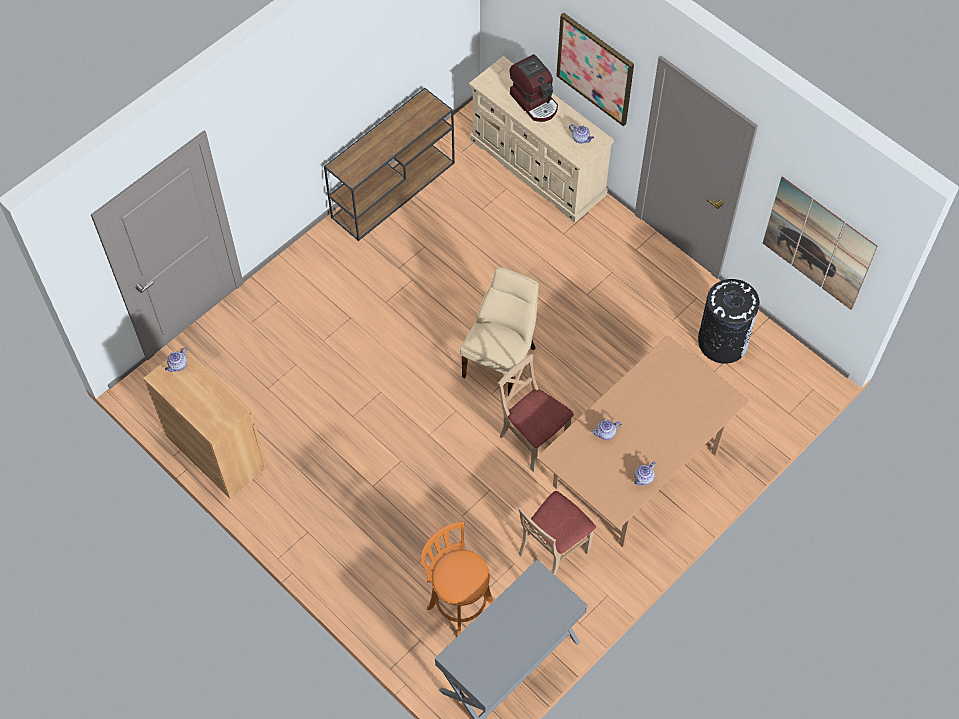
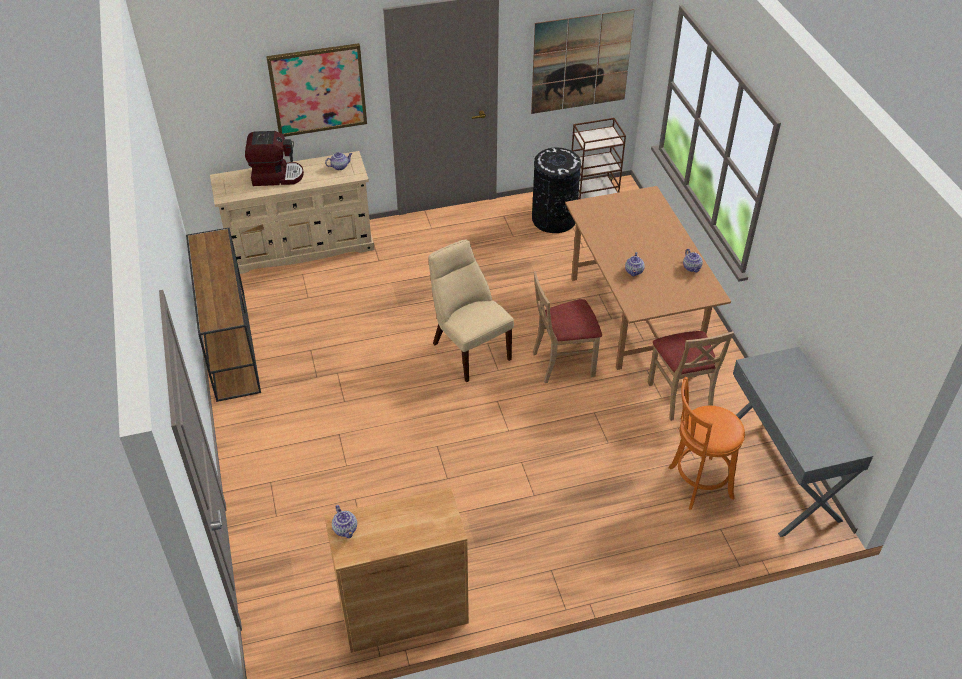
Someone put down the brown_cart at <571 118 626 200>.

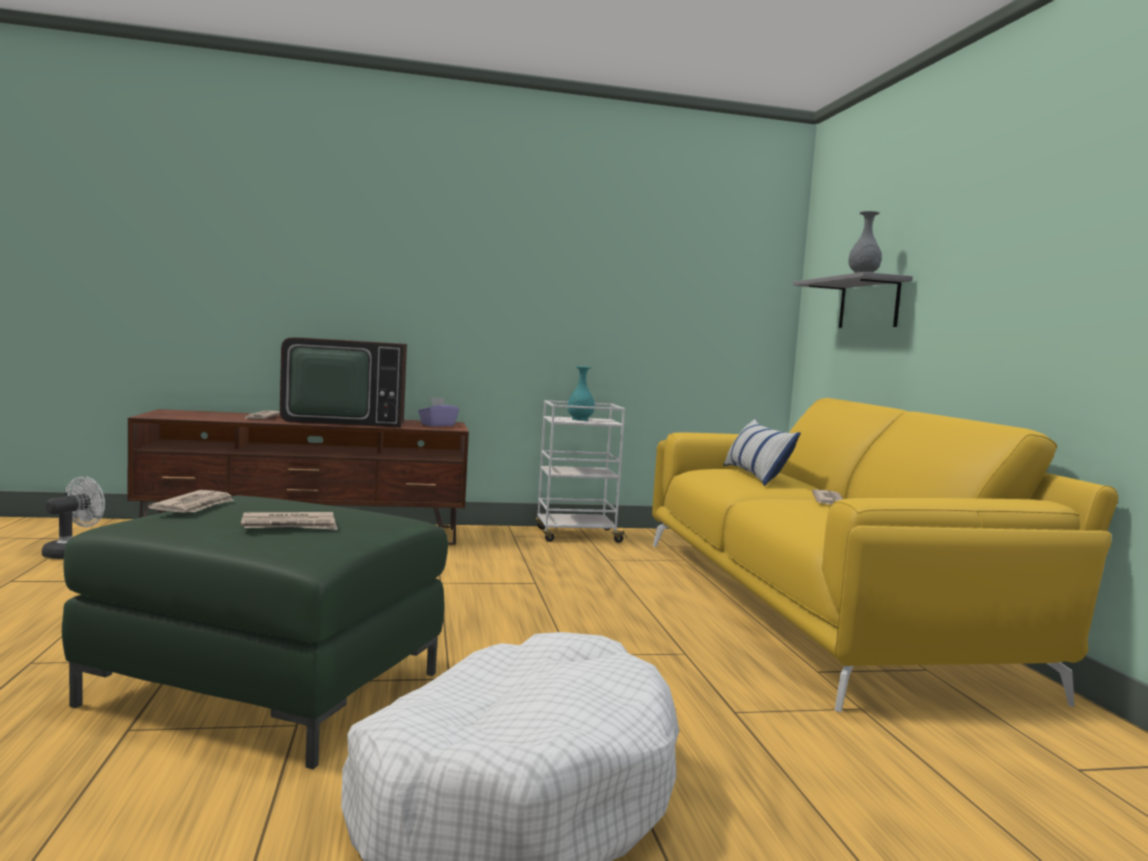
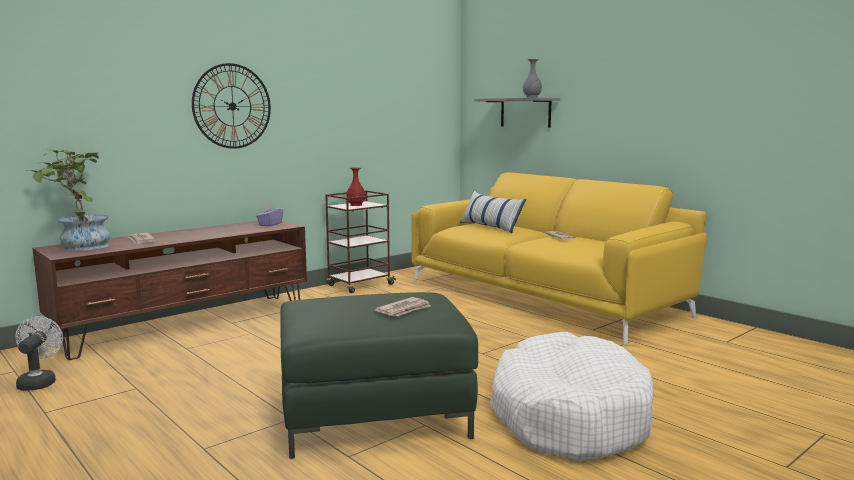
Someone took away the newspaper at <148 490 234 513>.
Someone took away the television at <280 338 407 427>.
Someone put down the potted_plant at <24 149 110 251>.
Someone put up the wall_clock at <192 63 271 149>.
Someone repainted the white_cart at <535 400 627 543>, which became the brown_cart at <325 190 396 293>.
Someone repainted the turquoise_vase at <568 366 595 421>, which became the red_vase at <346 167 366 206>.

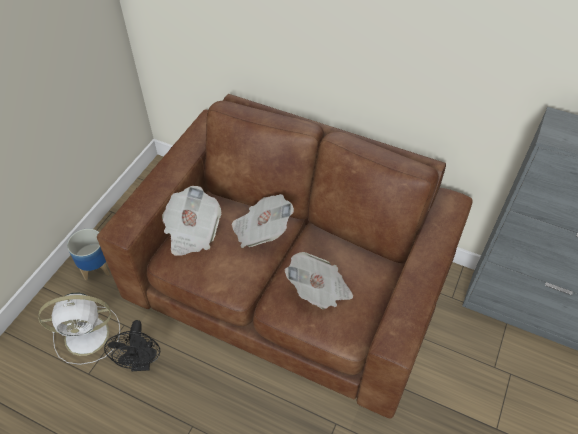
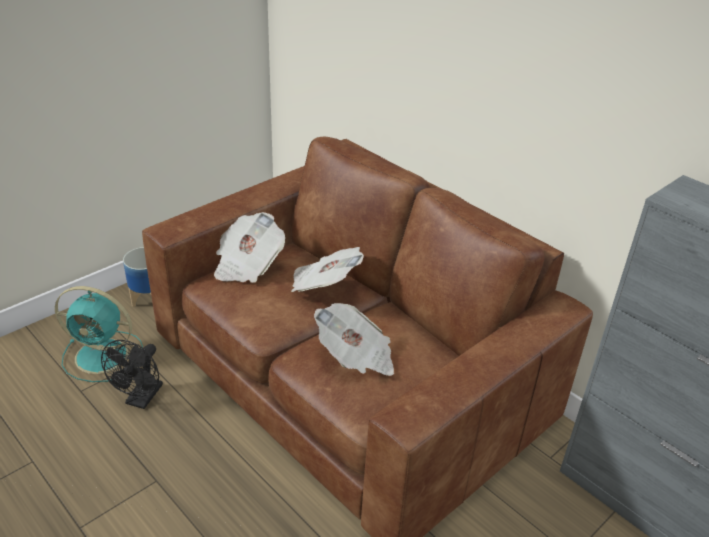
Someone repainted the white_fan at <38 293 120 365>, which became the turquoise_fan at <55 286 143 382>.

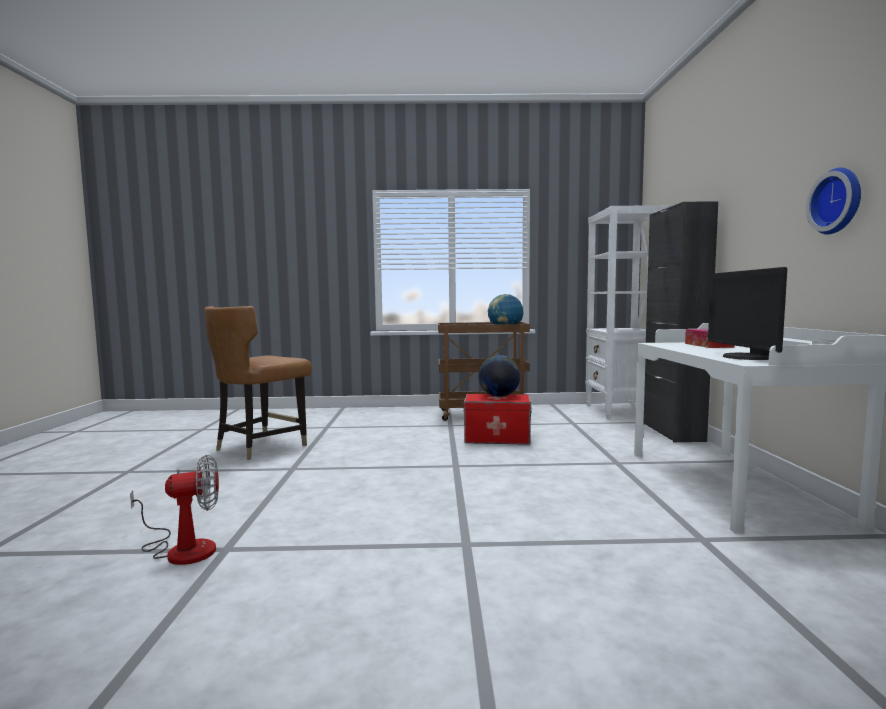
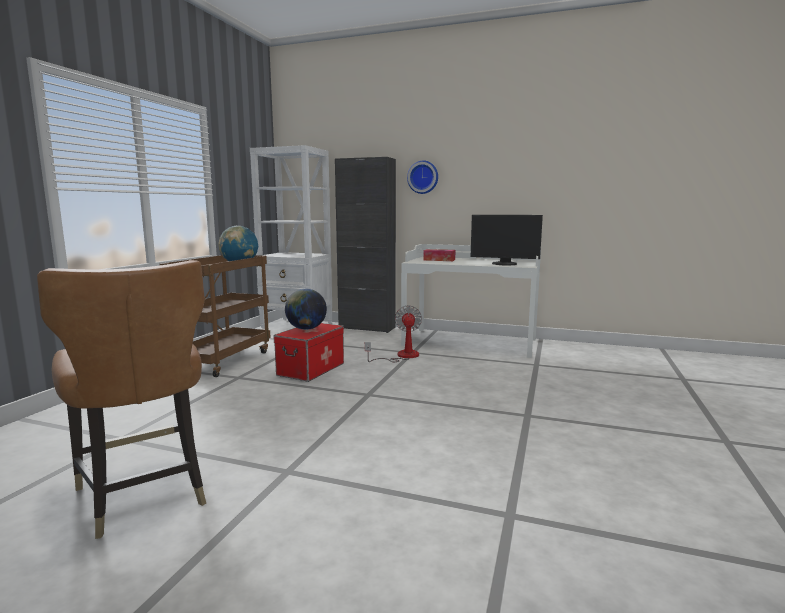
Someone carried the fan from <130 455 219 565> to <365 305 422 362>.
Someone carried the wall_clock from <806 168 861 234> to <407 160 438 194>.

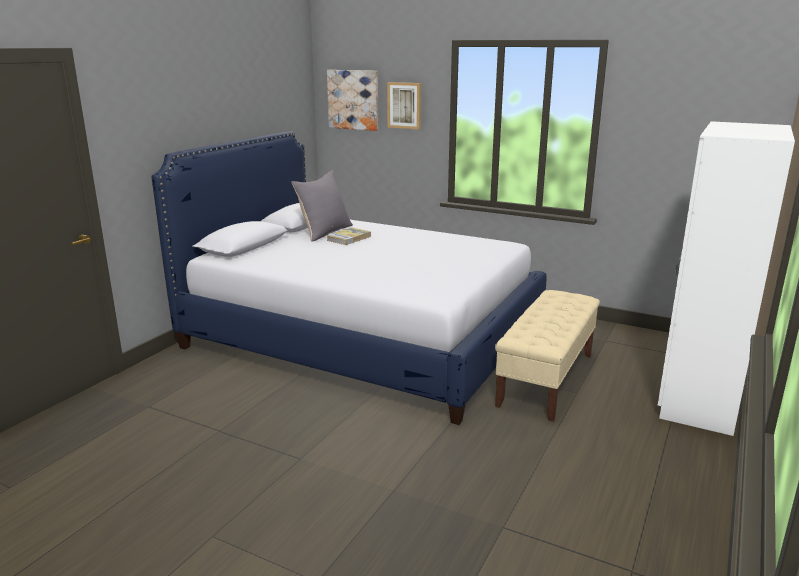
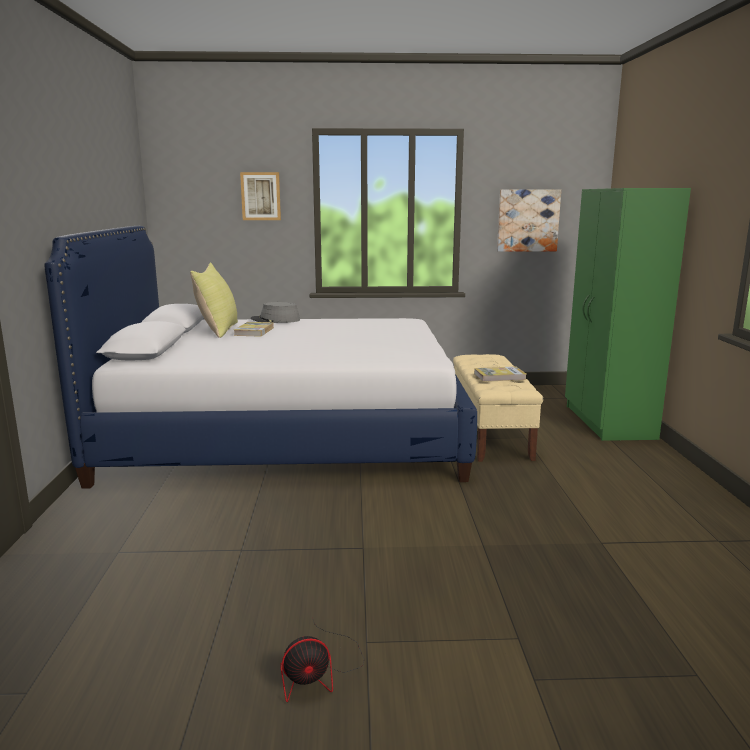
Someone put down the grey_hat at <251 302 300 323>.
Someone put down the fan at <280 618 365 702>.
Someone put down the book at <474 366 526 382>.
Someone carried the picture from <327 70 378 131> to <497 189 561 252>.
Someone repainted the grey_pillow at <291 170 353 241>, which became the yellow_pillow at <190 263 238 338>.
Someone repainted the white_wardrobe at <658 121 795 436>, which became the green_wardrobe at <565 188 691 441>.

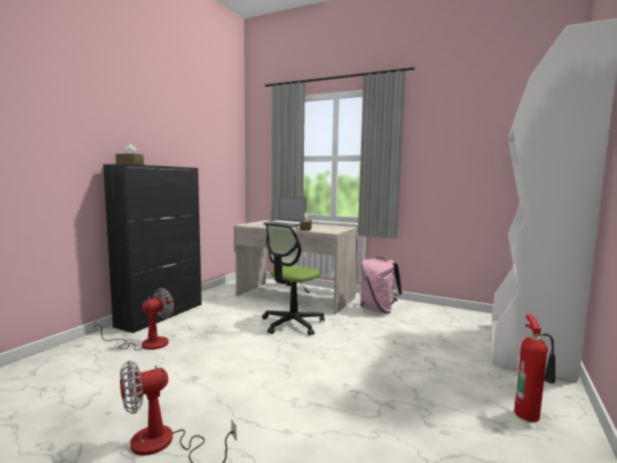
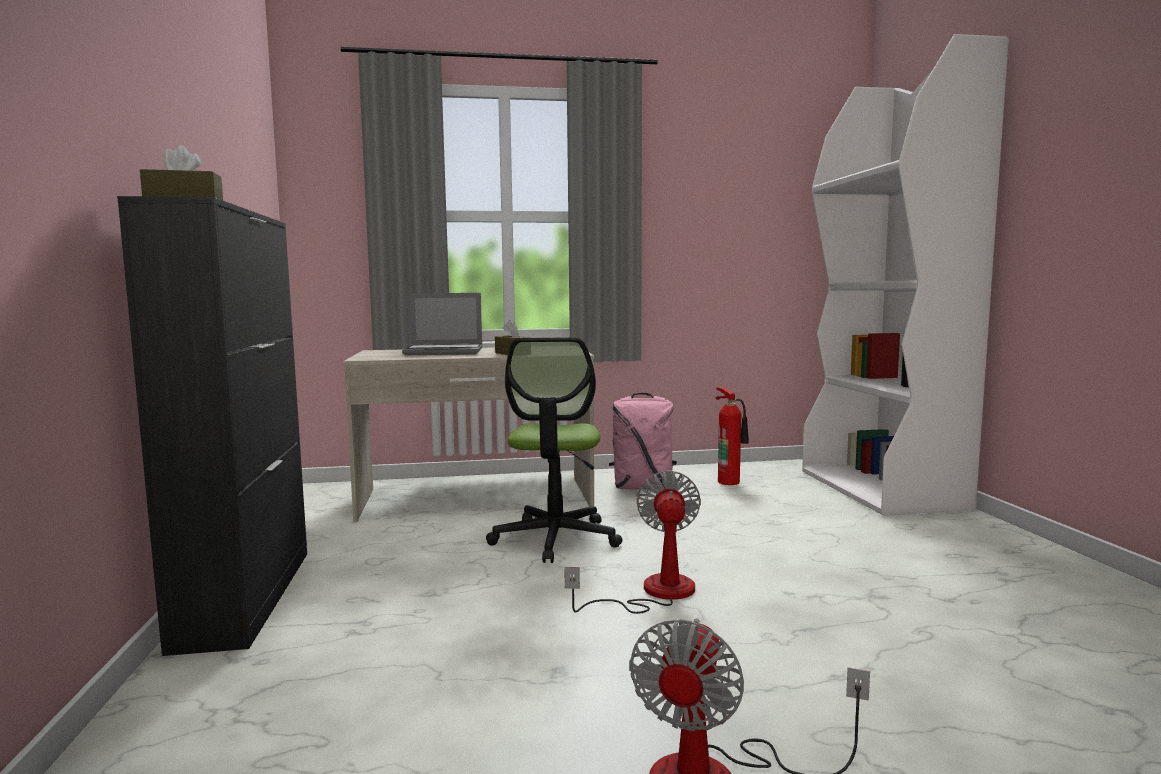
Someone carried the fan from <94 288 174 350> to <564 470 701 614>.
Someone carried the fire_extinguisher from <514 314 555 422> to <716 387 749 485>.

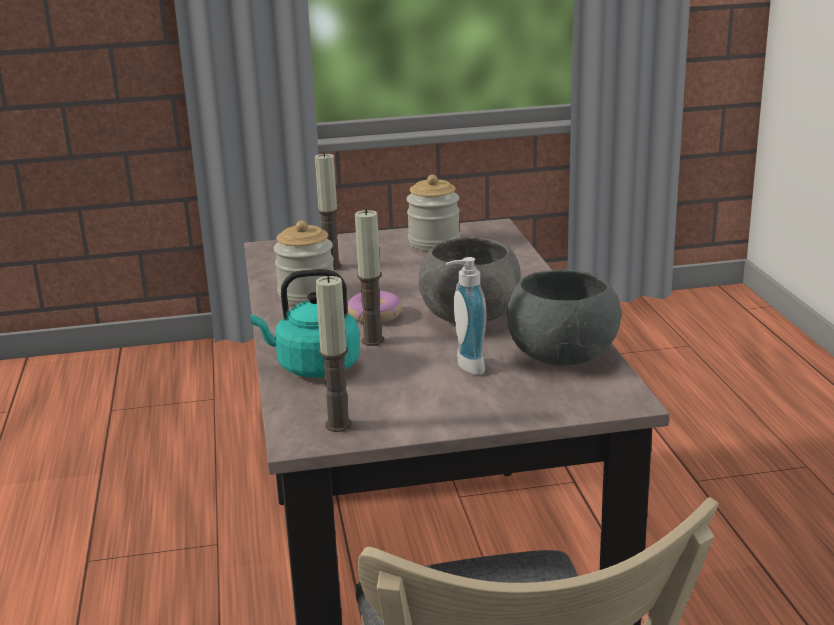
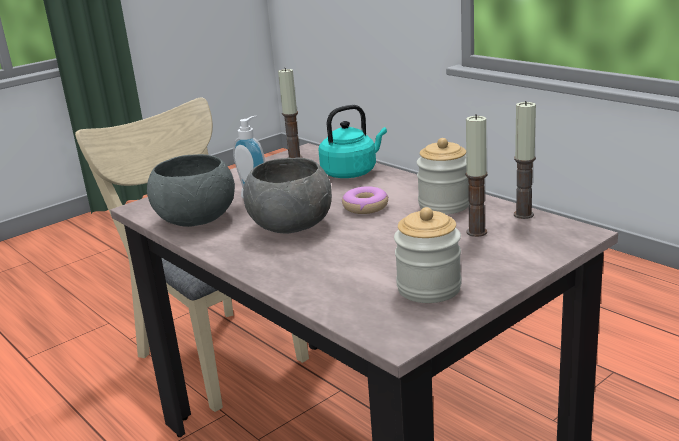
Someone carried the candle from <355 209 385 346> to <514 101 536 219>.

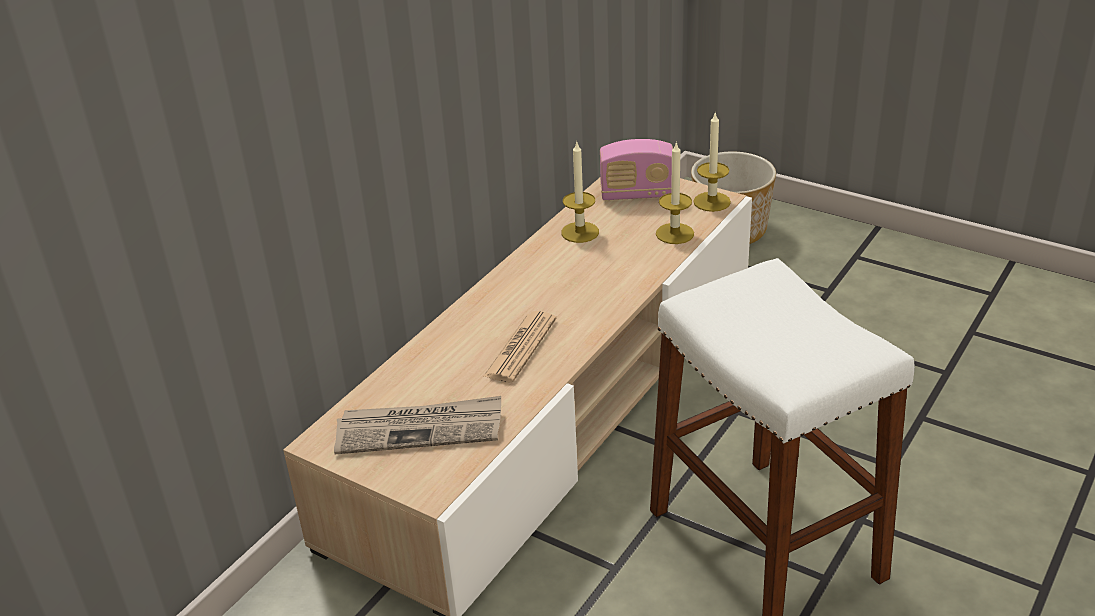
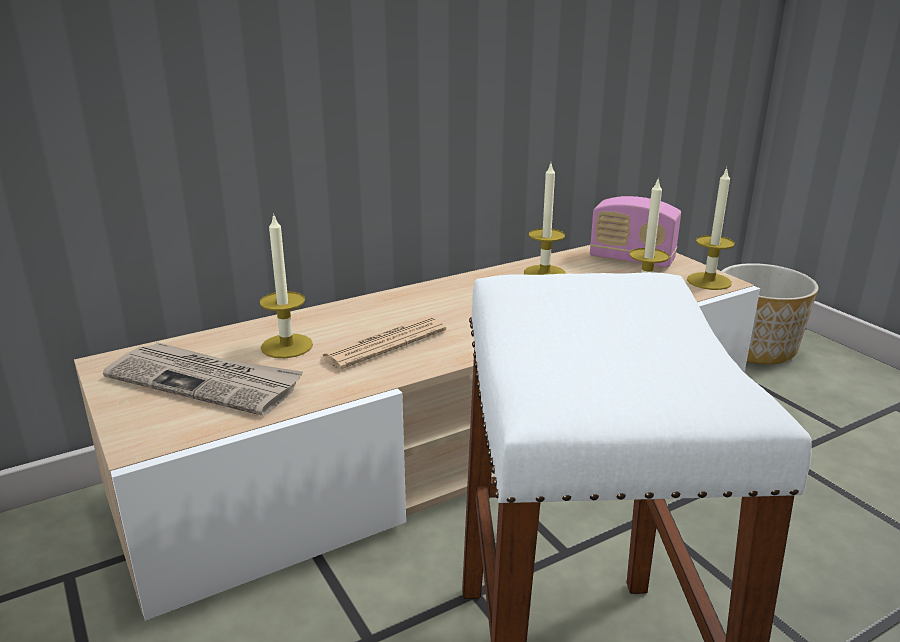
Someone put down the candle at <260 213 313 358>.

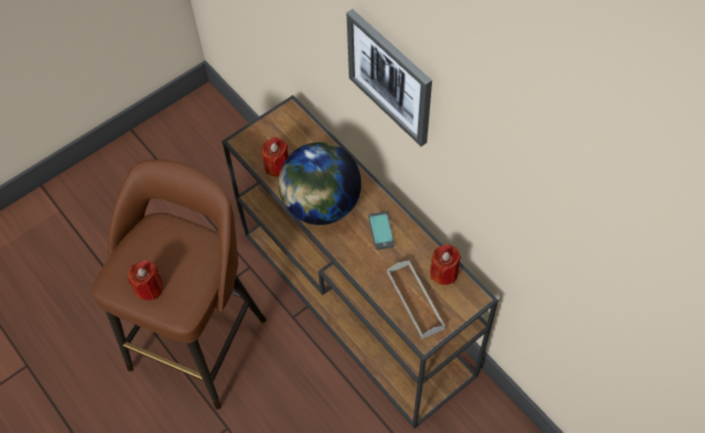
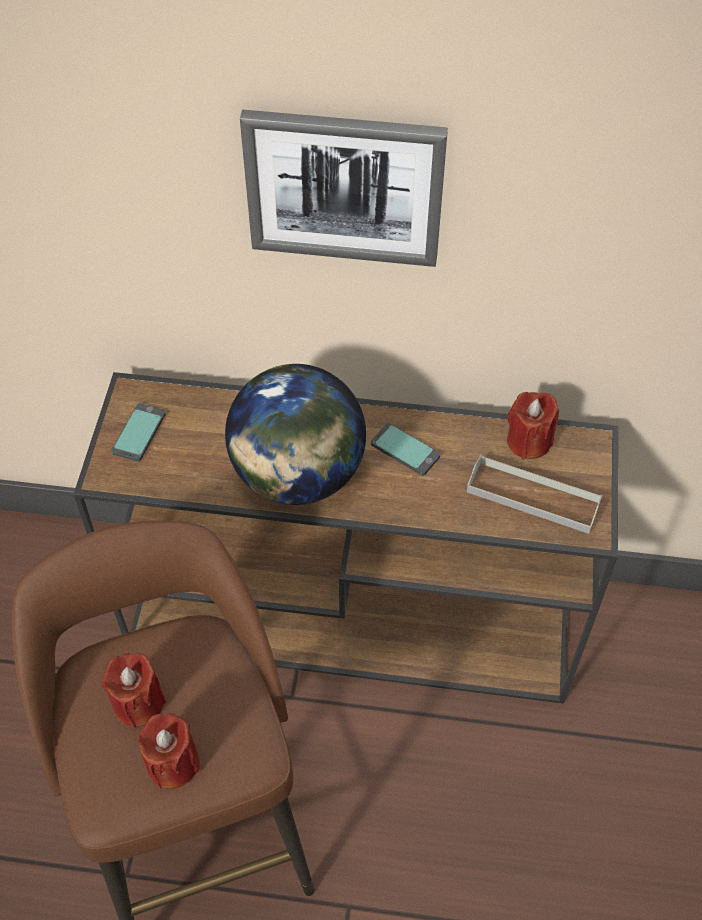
Someone put down the phone at <111 403 166 462>.
Someone carried the red_candle from <262 137 289 177> to <102 653 166 729>.

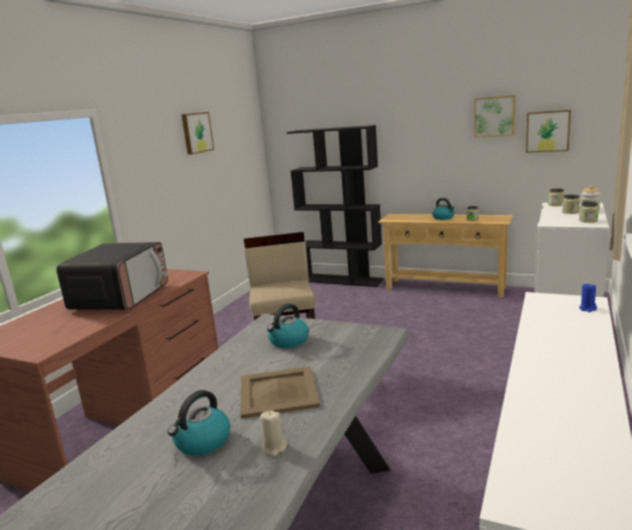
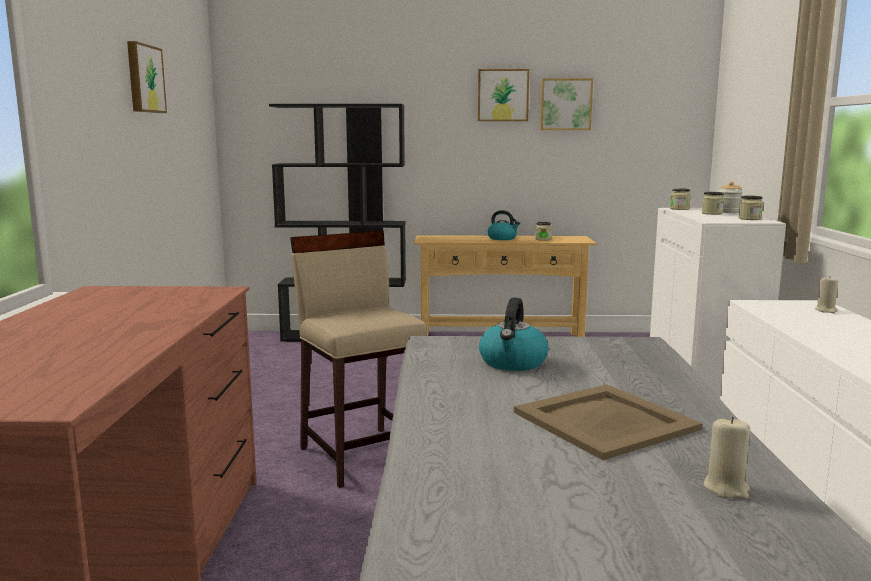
Someone took away the microwave at <56 242 168 310>.
Someone took away the kettle at <168 390 230 456>.
Someone carried the picture from <526 110 571 153> to <478 69 529 121>.
Someone repainted the blue_candle at <579 284 597 312>, which became the beige_candle at <815 276 838 313>.

